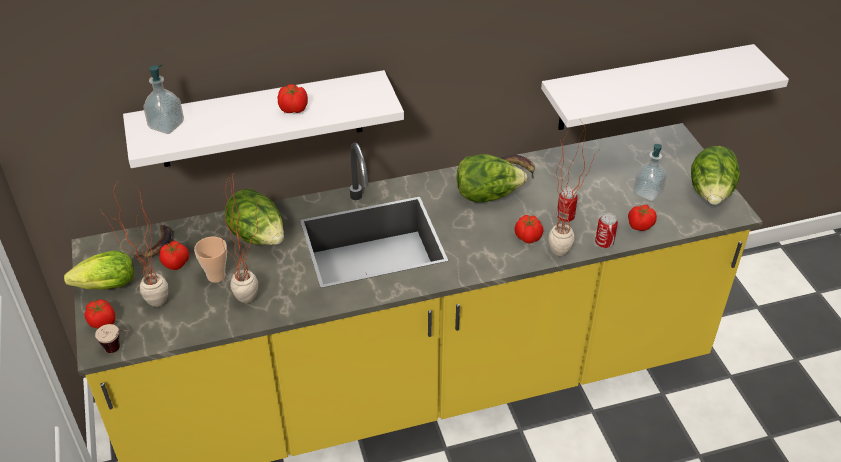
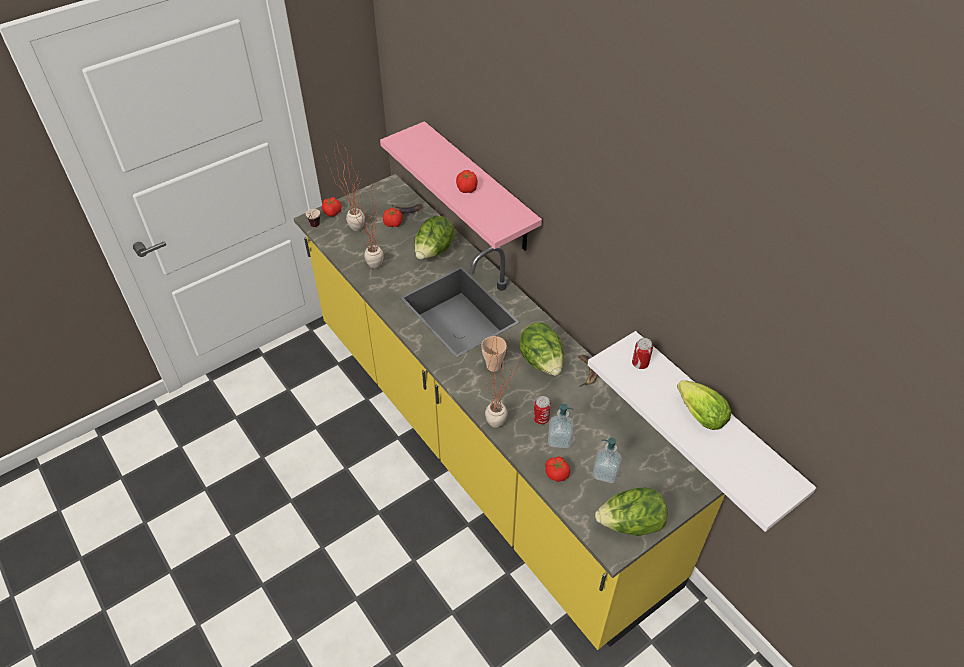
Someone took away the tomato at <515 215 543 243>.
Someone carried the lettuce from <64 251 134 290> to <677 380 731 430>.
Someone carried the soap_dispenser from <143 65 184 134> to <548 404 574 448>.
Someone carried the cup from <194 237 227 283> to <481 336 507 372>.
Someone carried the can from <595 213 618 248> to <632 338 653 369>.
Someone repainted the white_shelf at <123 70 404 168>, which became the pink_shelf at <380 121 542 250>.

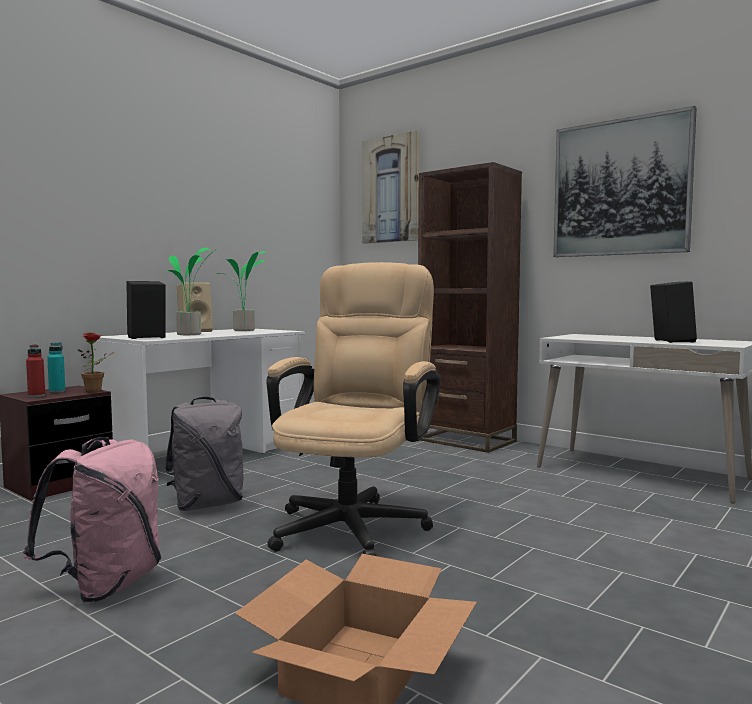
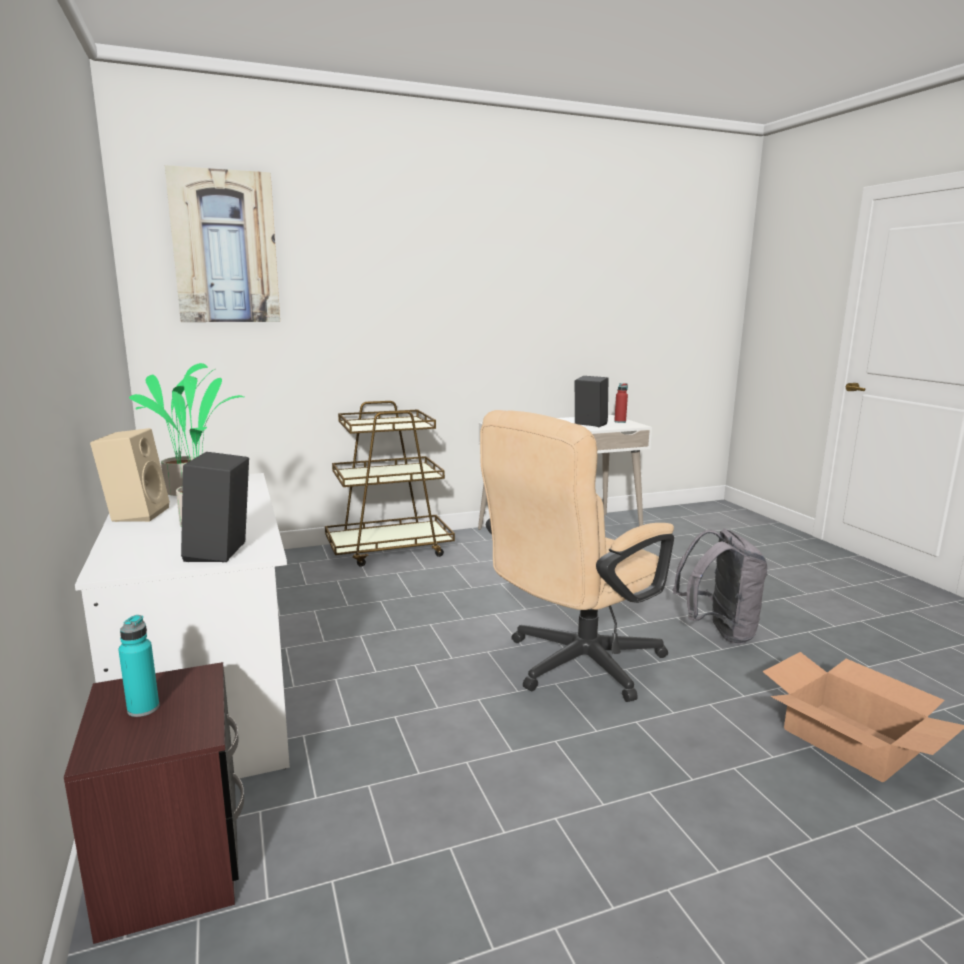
Someone took away the pink_backpack at <23 437 161 603>.
Someone took away the potted_plant at <78 332 114 392>.
Someone took away the picture at <553 106 697 257>.
Someone carried the red_bottle from <26 345 45 397> to <614 383 628 423>.
Someone carried the grey_backpack from <164 397 244 511> to <673 529 768 644>.
Someone swapped the brown_bookcase at <418 162 522 453> for the brown_cart at <325 401 455 567>.
Someone rotated the beige_office_chair at <266 262 441 556> by 90 degrees counterclockwise.

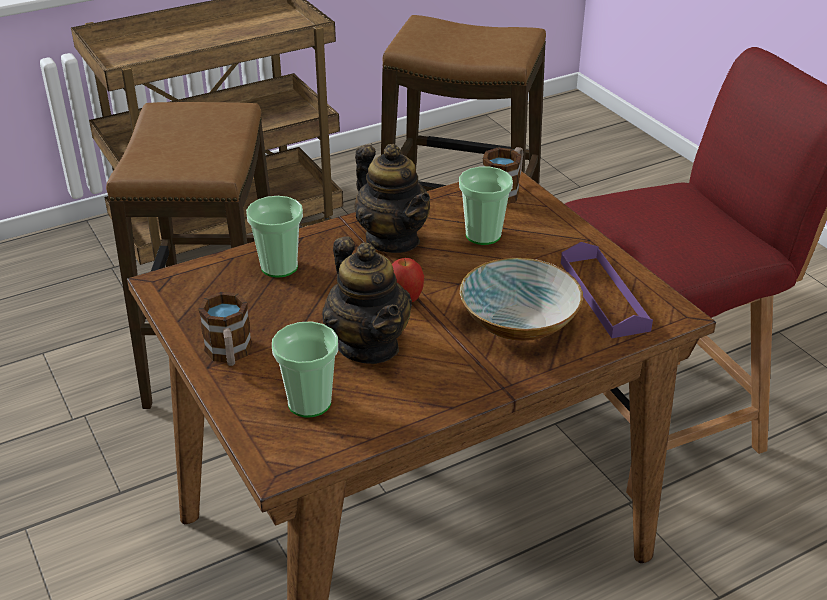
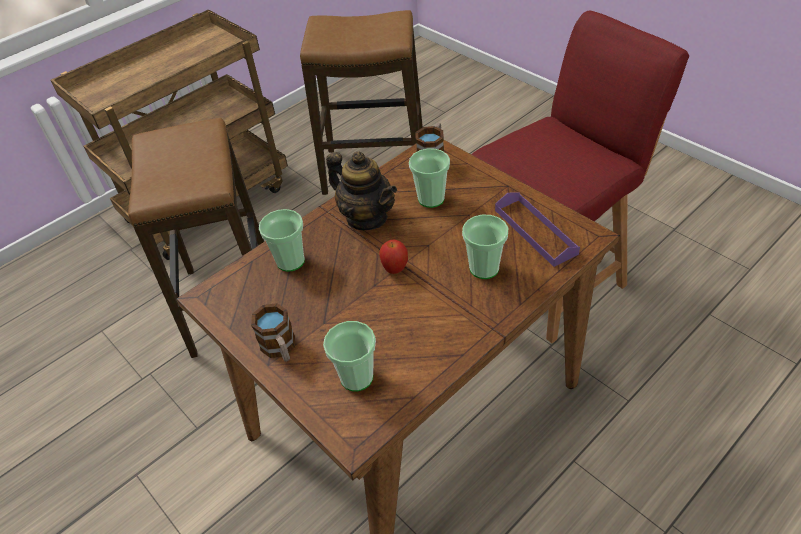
Someone took away the teapot at <322 236 412 364>.
Someone swapped the bowl at <460 258 583 341> for the cup at <462 214 508 279>.

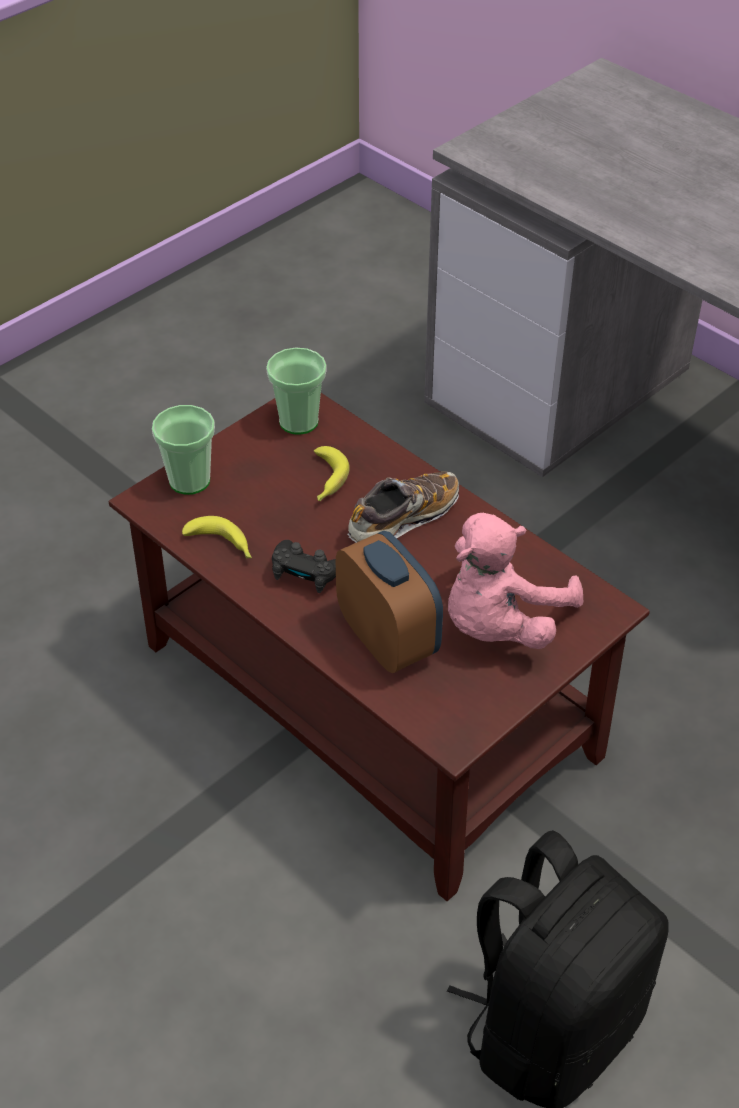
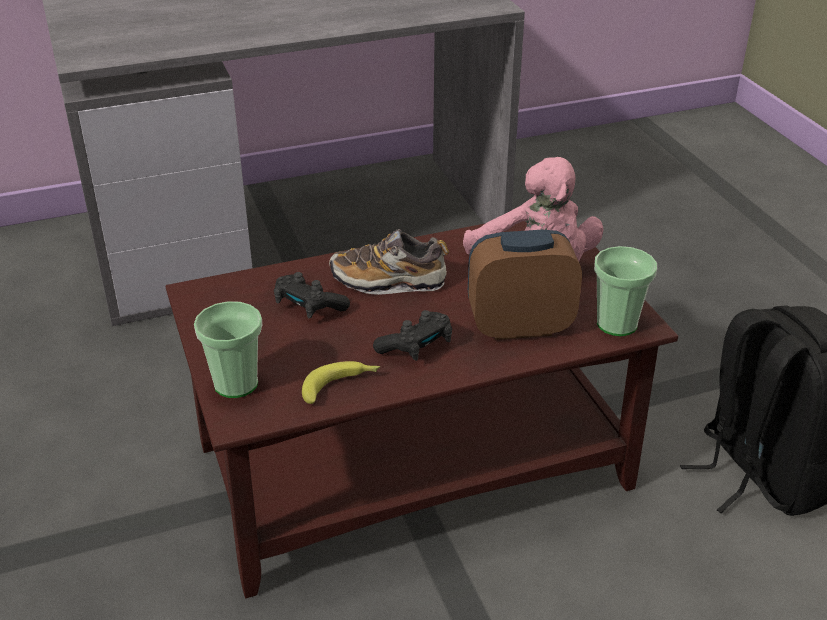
Someone carried the cup from <266 347 327 435> to <594 246 657 336>.
Someone swapped the banana at <314 446 350 501> for the black_game_controller at <274 272 350 319>.
Someone rotated the shoe at <347 472 459 543> by 75 degrees counterclockwise.

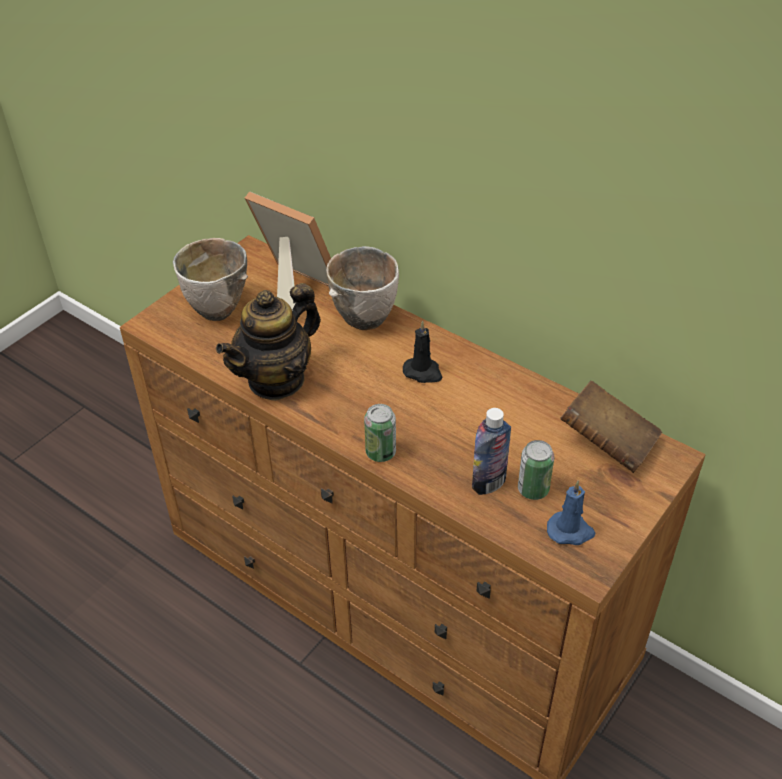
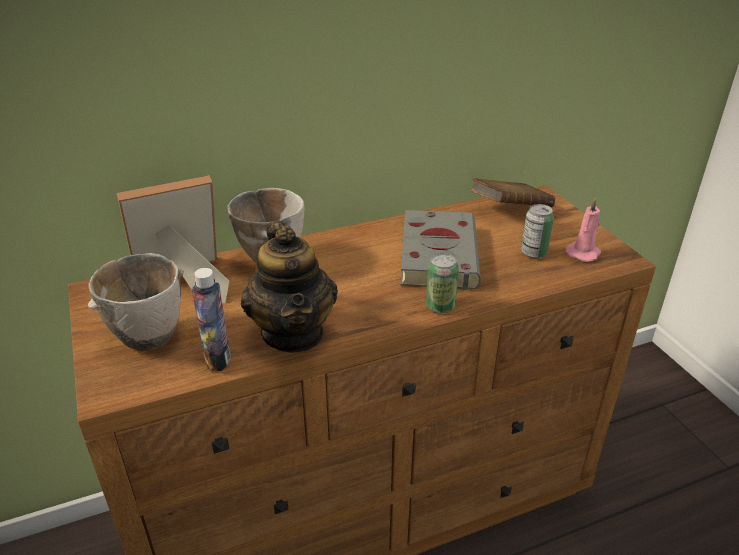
Someone took away the black_candle at <403 321 442 383>.
Someone put down the grey_book at <400 210 481 290>.
Someone carried the bottle from <472 408 511 495> to <192 268 231 371>.
Someone repainted the blue_candle at <547 481 596 545>, which became the pink_candle at <566 197 601 262>.

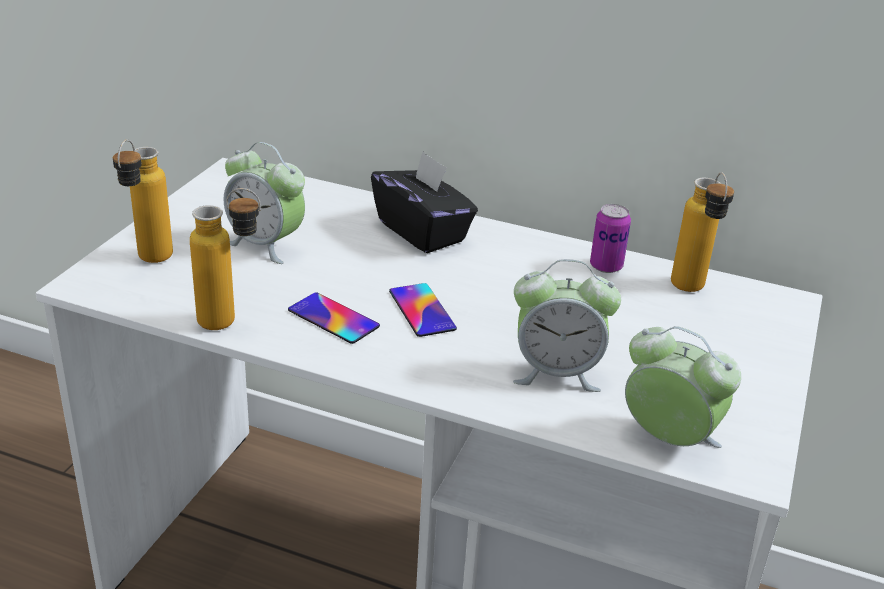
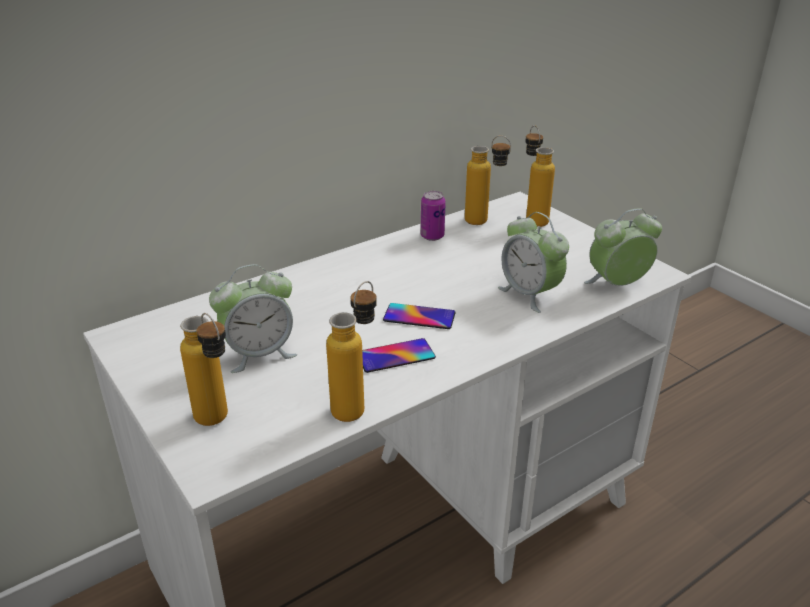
Someone took away the black_tissue_box at <371 151 478 253>.
Someone put down the bottle at <525 125 555 227>.
Someone rotated the alarm_clock at <513 259 621 392> by 105 degrees clockwise.

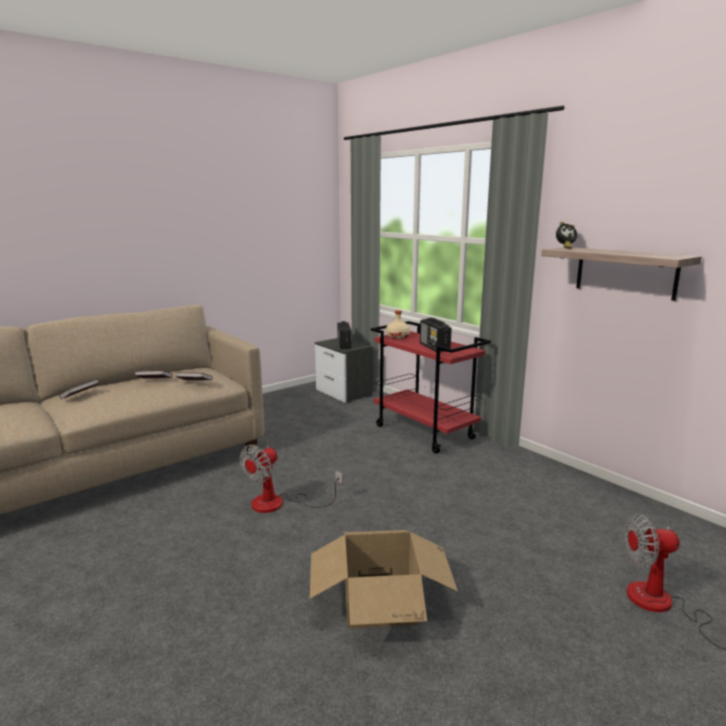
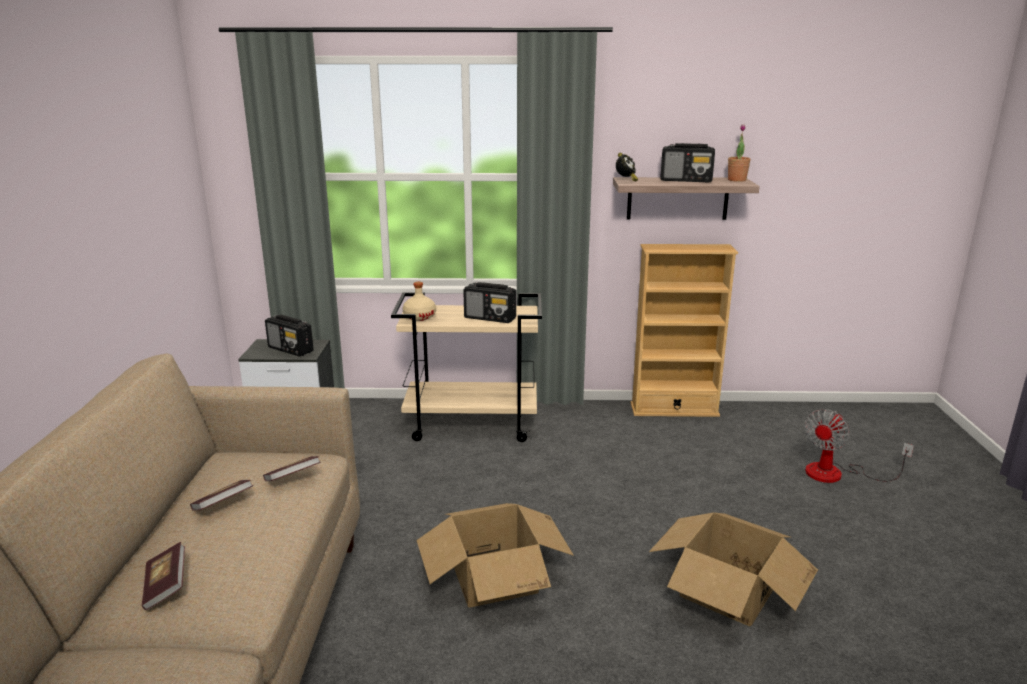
Someone put down the beige_bookcase at <631 244 738 417>.
Someone put down the radio at <660 143 715 182>.
Someone put down the potted_plant at <728 124 750 182>.
Someone swapped the fan at <240 445 342 513> for the cardboard_box at <417 503 574 608>.
Someone repainted the red_cart at <371 321 491 454>, which became the beige_cart at <391 292 542 442>.

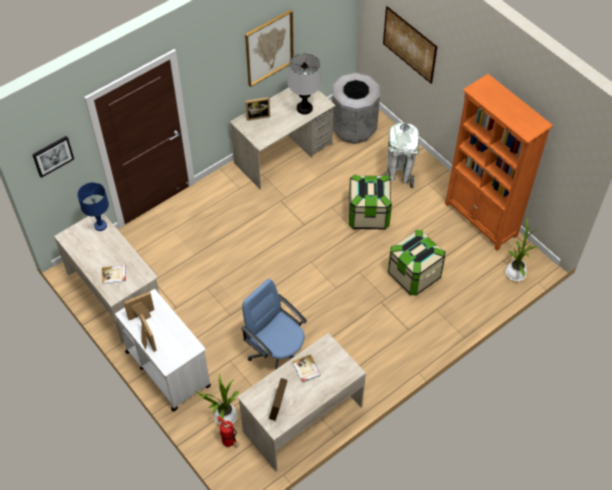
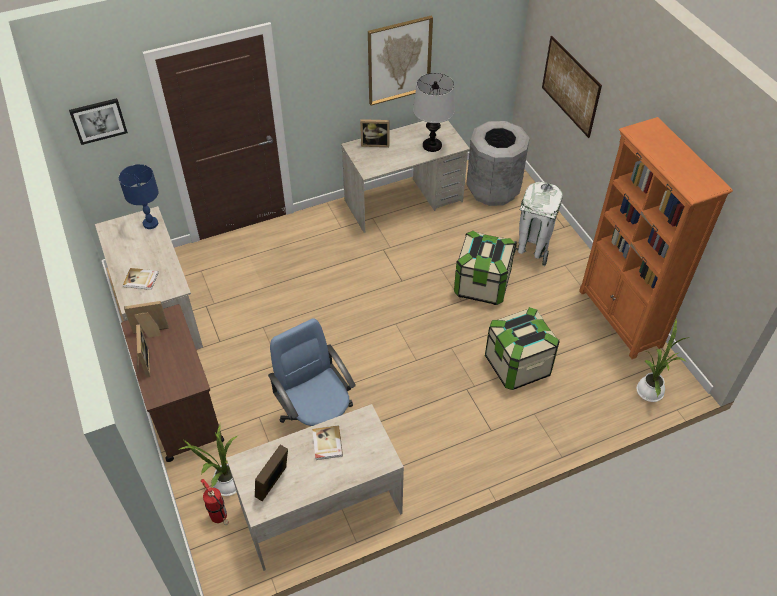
Someone repainted the white_cart at <115 289 211 412>, which became the brown_cart at <121 304 225 462>.

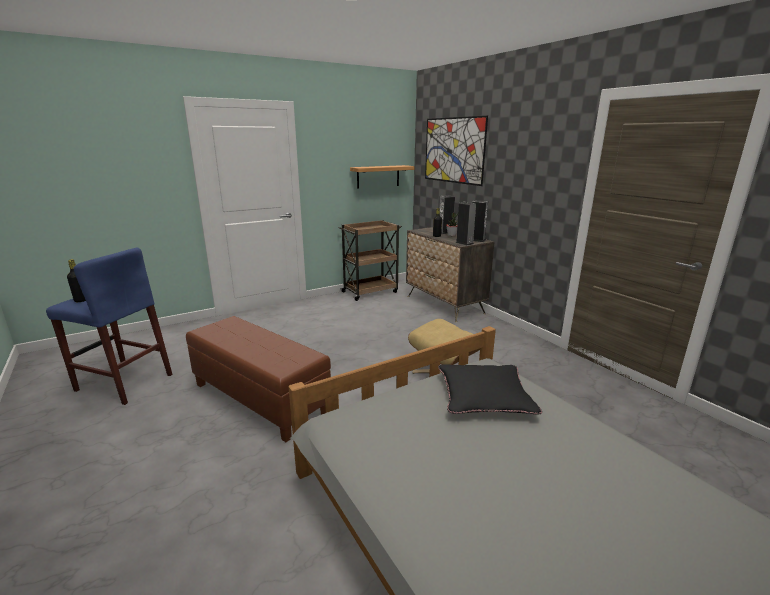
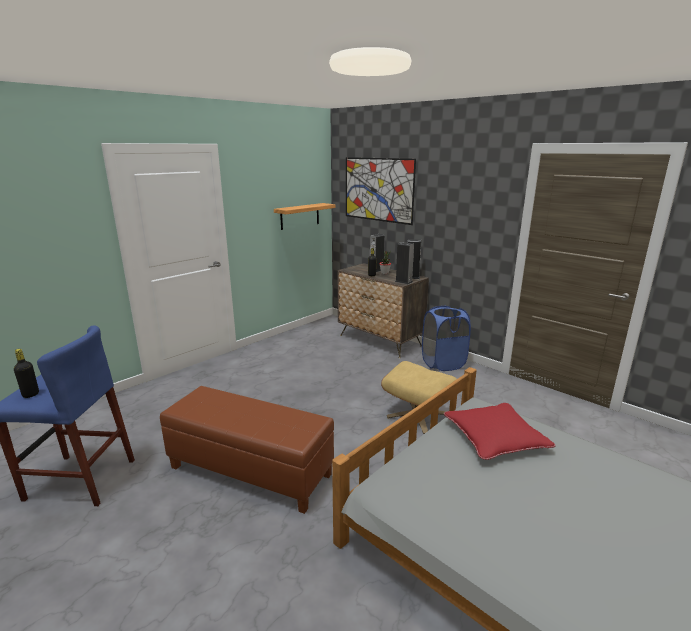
Someone took away the brown_cart at <338 220 402 301>.
Someone put down the blue_laundry_basket at <422 306 471 371>.
Someone repainted the black_pillow at <438 364 542 415>, which became the red_pillow at <444 403 556 460>.

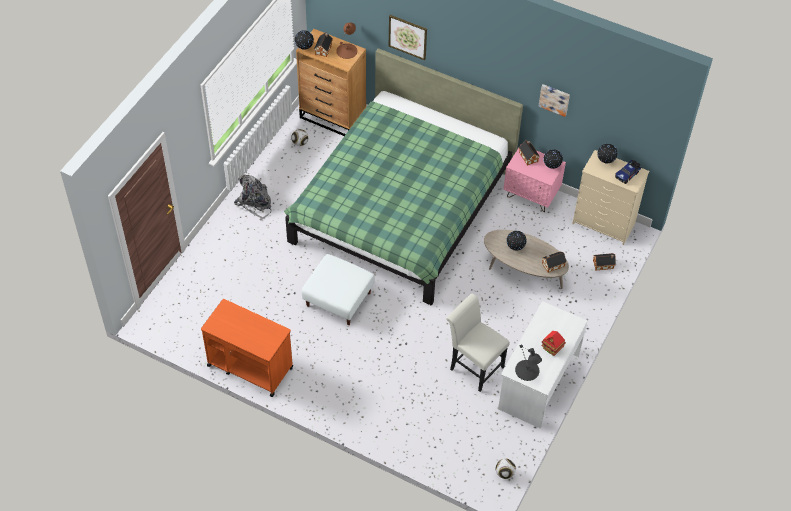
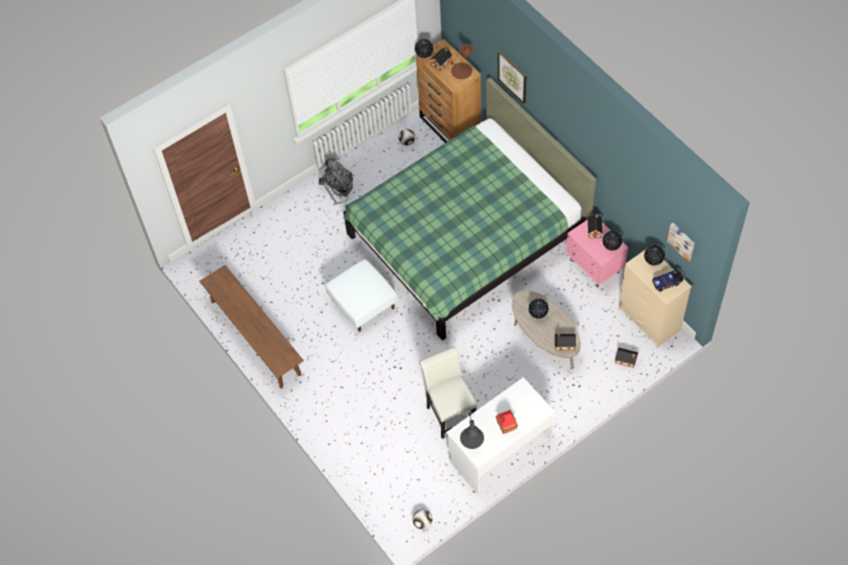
Someone carried the picture from <538 84 570 117> to <667 223 694 262>.
Someone swapped the orange_cart at <201 299 293 397> for the brown_bench at <199 265 304 389>.

